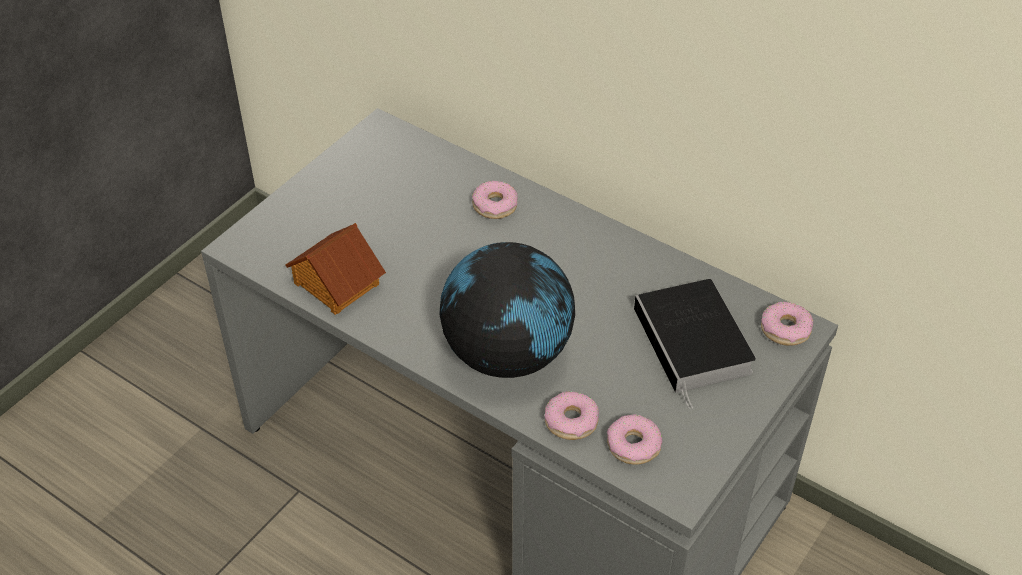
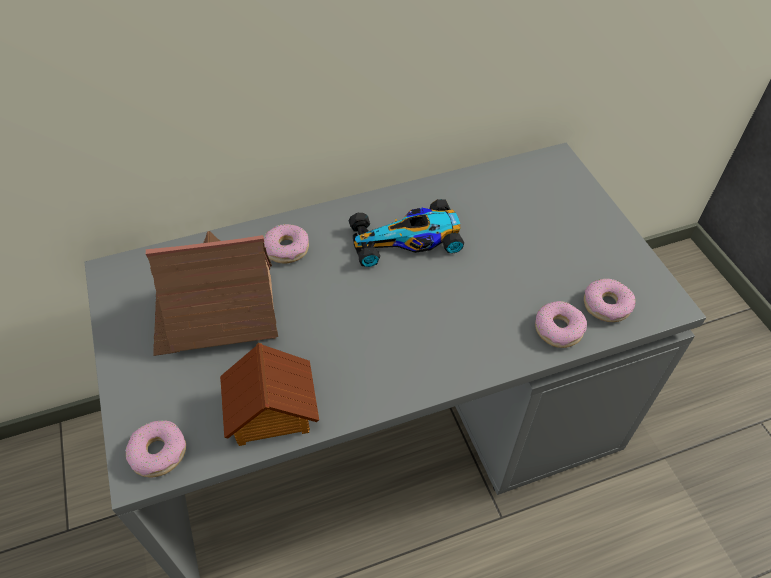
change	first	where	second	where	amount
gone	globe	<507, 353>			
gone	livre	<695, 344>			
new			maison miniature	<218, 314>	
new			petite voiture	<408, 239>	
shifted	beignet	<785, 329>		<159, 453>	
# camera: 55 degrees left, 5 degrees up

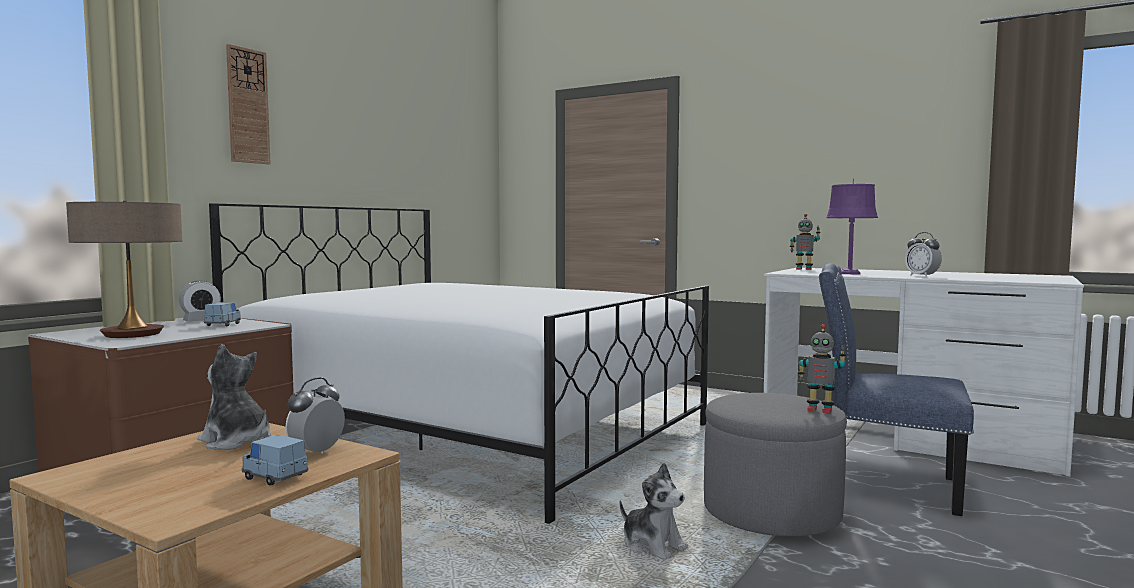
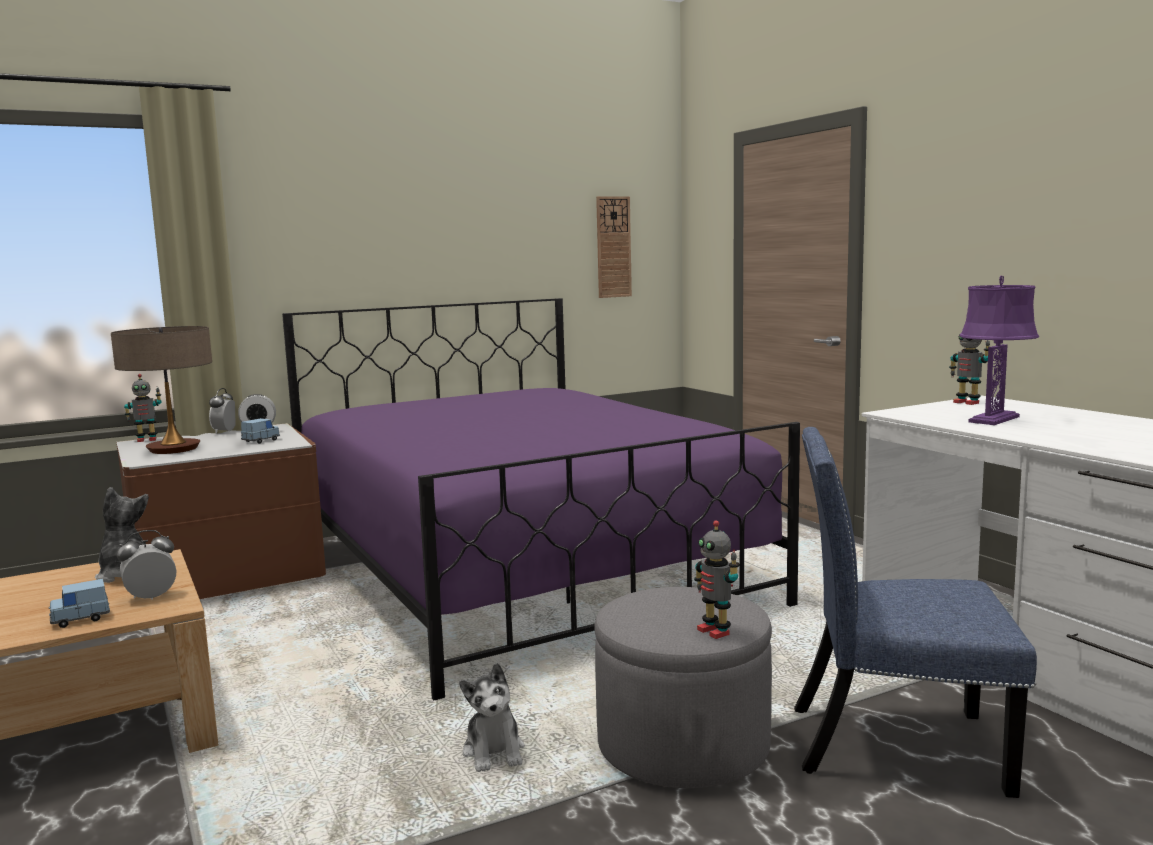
change	first	where	second	where	amount
new			robot jouet	<147, 440>	
shifted	horloge murale	<247, 106>		<613, 247>	
shifted	réveil	<922, 276>		<225, 432>	
repainted	lit [blanc]	<470, 431>	lit [violet]	<519, 570>	
rotated	petite voiture [bleu]	<275, 477>		<80, 619>	90 degrees counterclockwise
rotated	chaise [bleu]	<887, 486>		<900, 746>	45 degrees counterclockwise
# camera: 30 degrees right, 5 degrees up

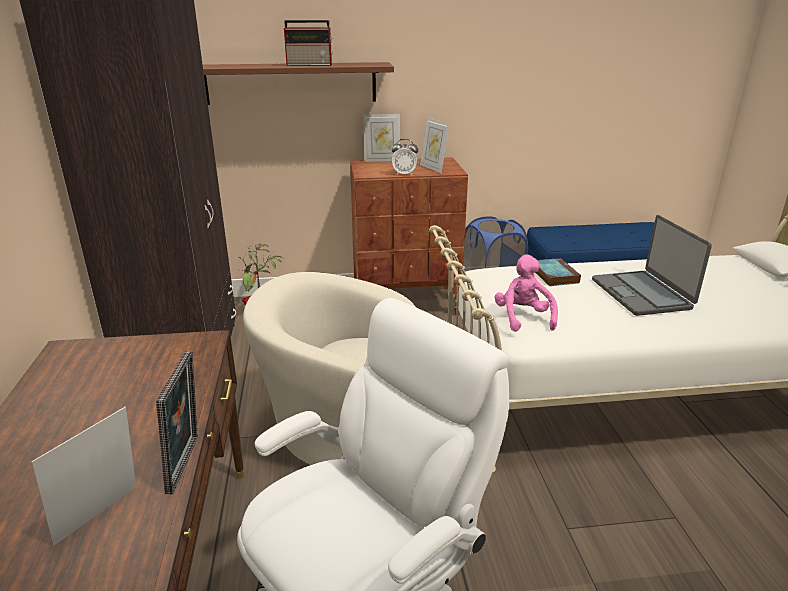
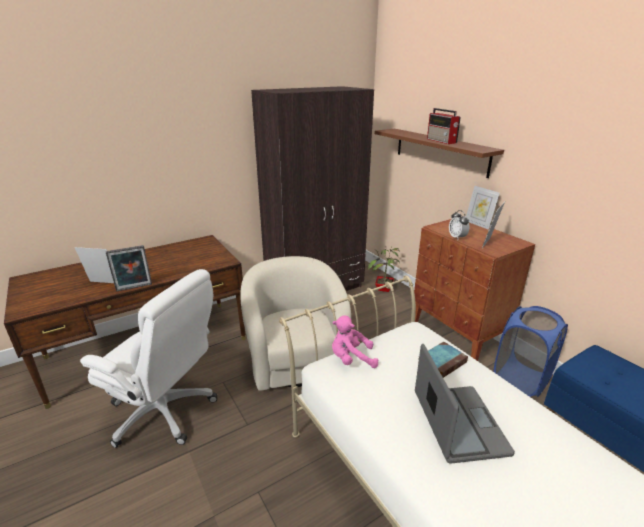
change	first	where	second	where	amount
rotated	peluche [rose]	<523, 318>		<351, 359>	150 degrees counterclockwise
rotated	ordinateur portable	<642, 294>		<458, 423>	120 degrees clockwise
# camera: 65 degrees right, 0 degrees up

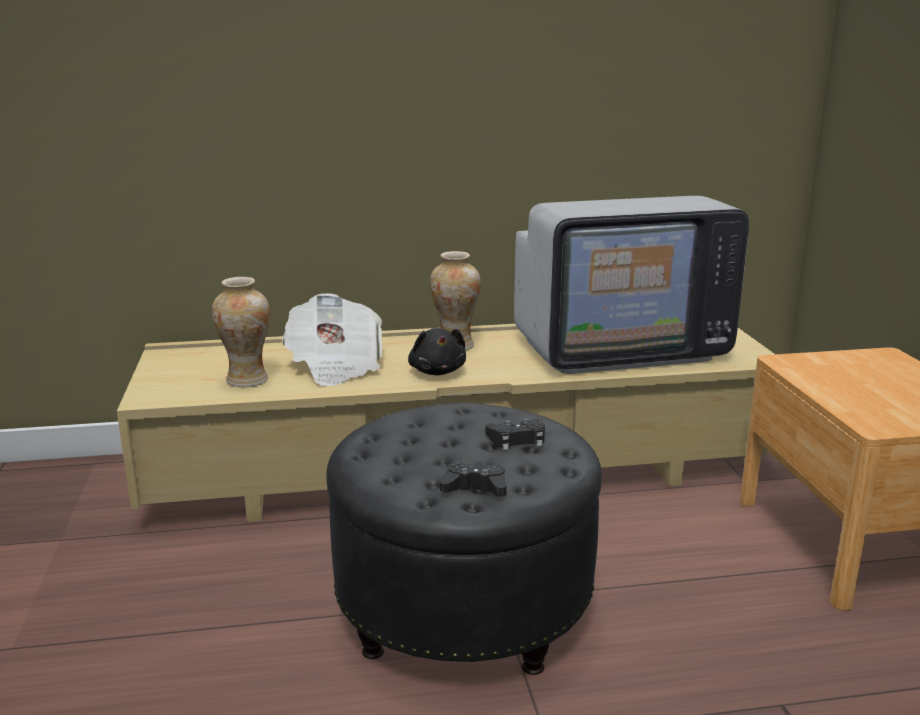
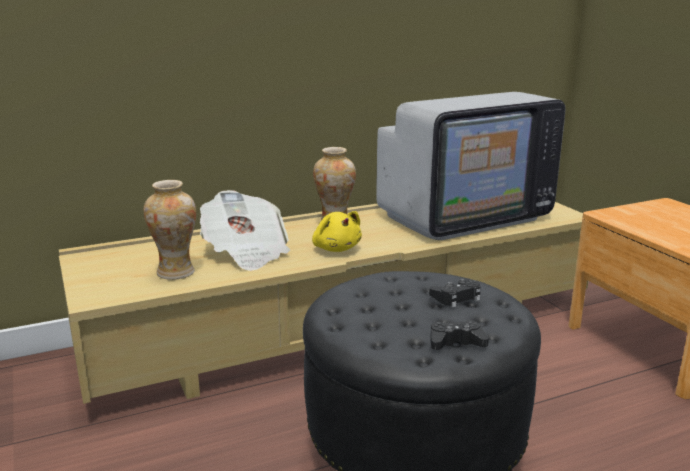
change	first	where	second	where	amount
repainted	peluche [noir]	<437, 371>	peluche [jaune]	<336, 248>	
# camera: 15 degrees left, 0 degrees up

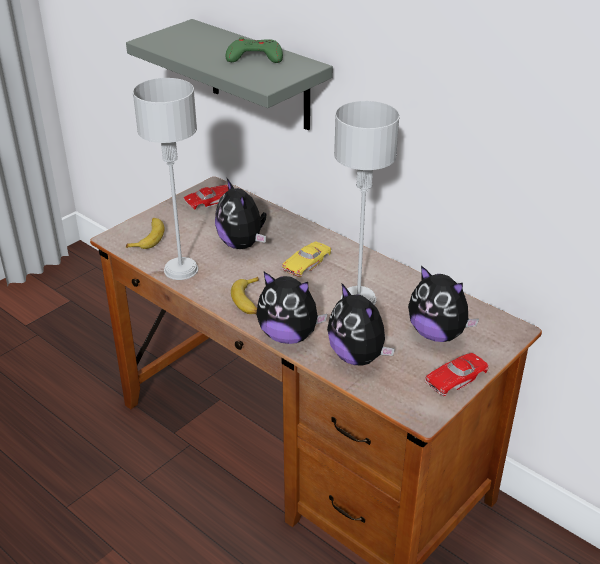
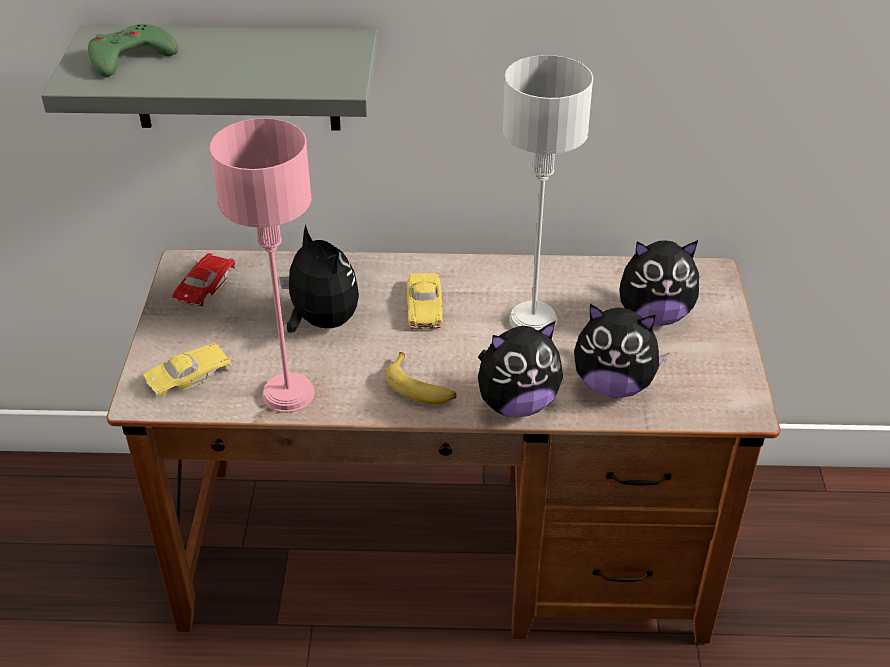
change	first	where	second	where	amount
gone	petite voiture [rouge]	<456, 377>			
shifted	manette [vert]	<254, 57>		<130, 57>	
swapped	banane	<148, 238>	petite voiture [jaune]	<188, 375>	
repainted	lampe de table [gris]	<180, 269>	lampe de table [rose]	<287, 394>	
rotated	peluche	<242, 244>		<321, 322>	150 degrees counterclockwise
# camera: 40 degrees left, 5 degrees up

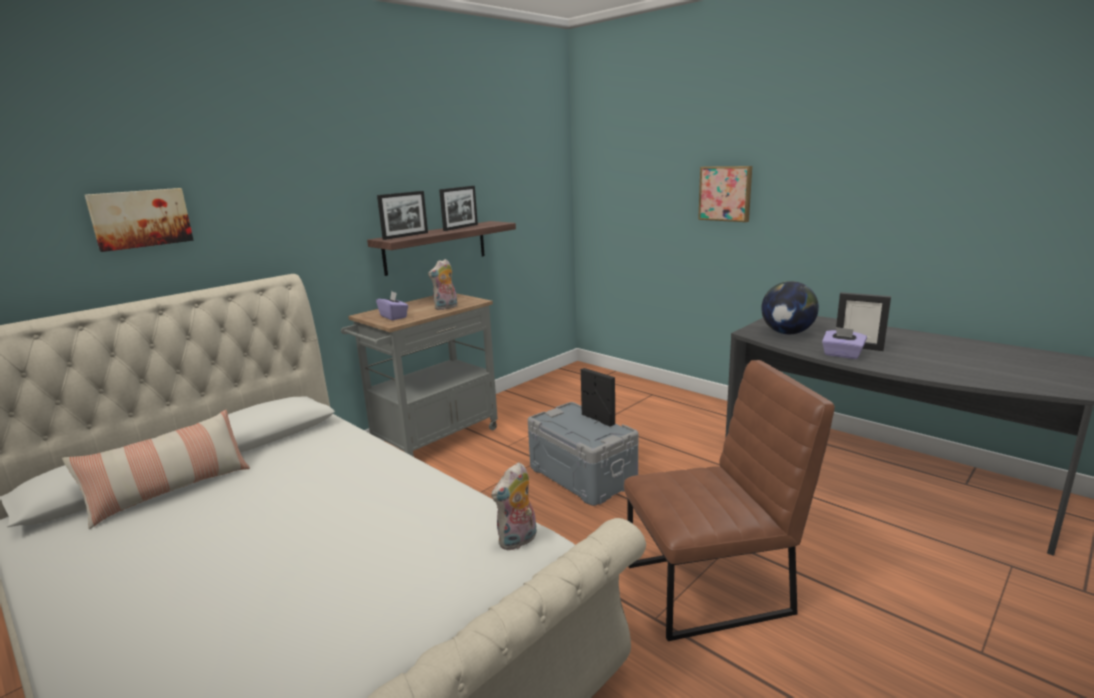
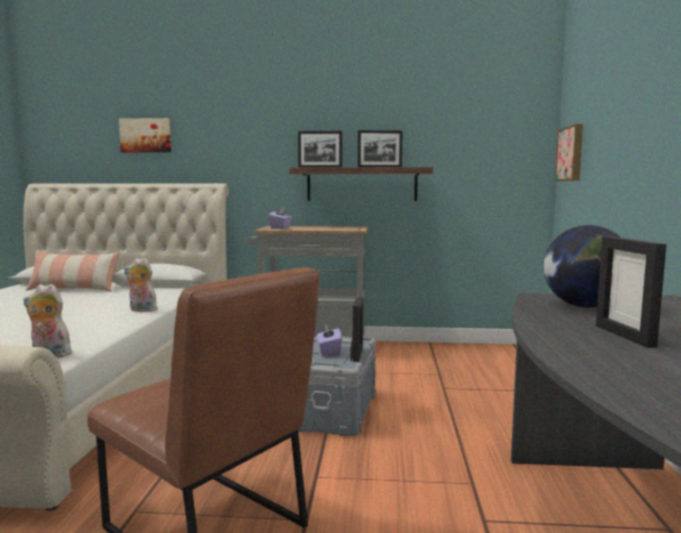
change	first	where	second	where	amount
shifted	peluche	<446, 308>		<141, 310>	
shifted	tableau	<725, 193>		<571, 154>	
shifted	boîte à mouchoirs [violet]	<842, 355>		<329, 352>	
# camera: 50 degrees right, 10 degrees down

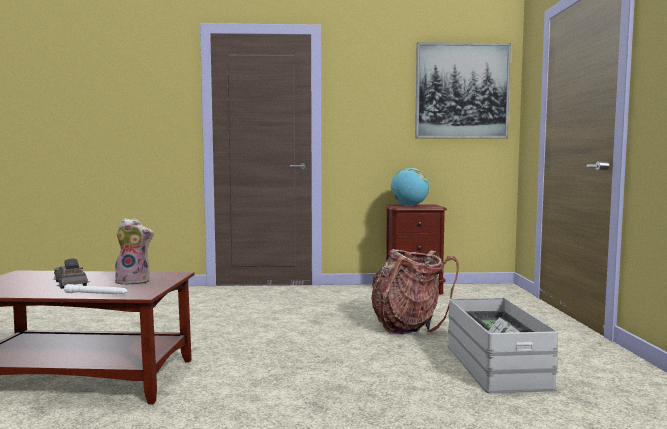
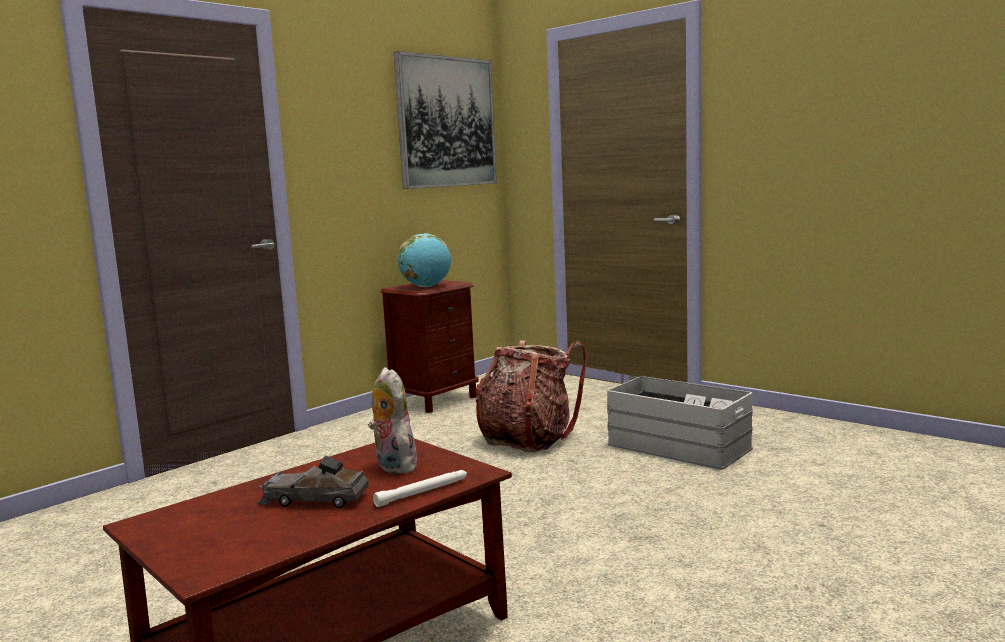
change	first	where	second	where	amount
rotated	peluche	<134, 281>		<392, 466>	75 degrees counterclockwise
# camera: 45 degrees left, 5 degrees up

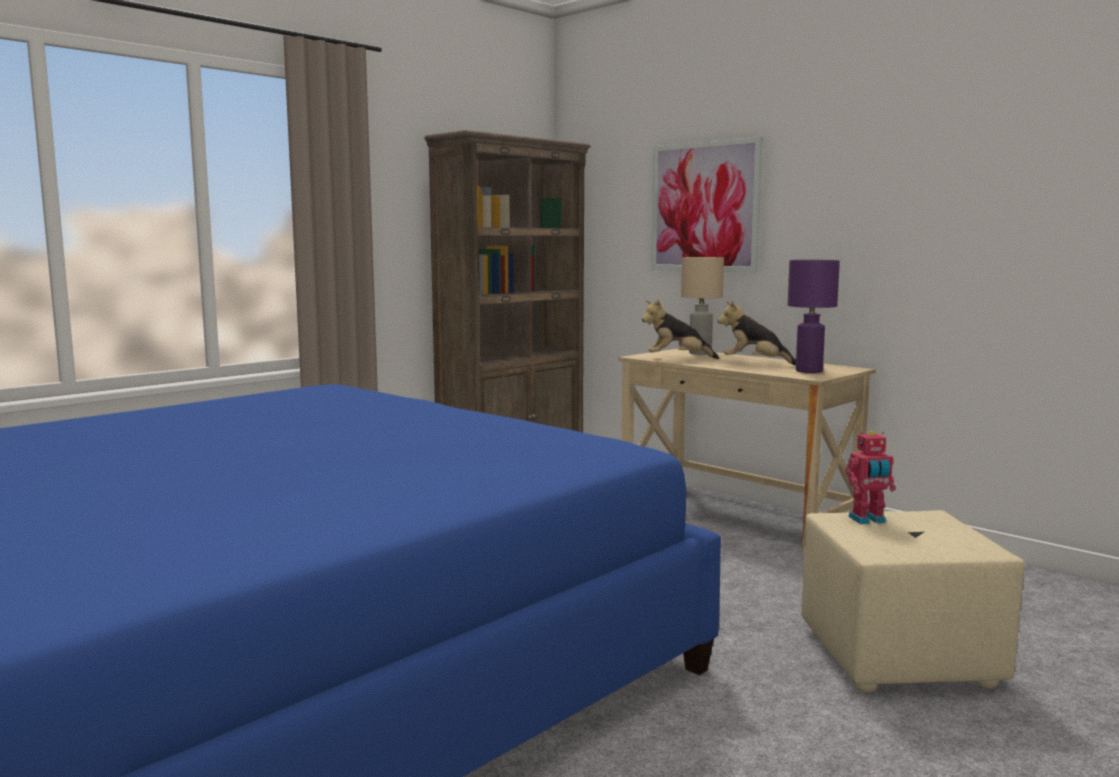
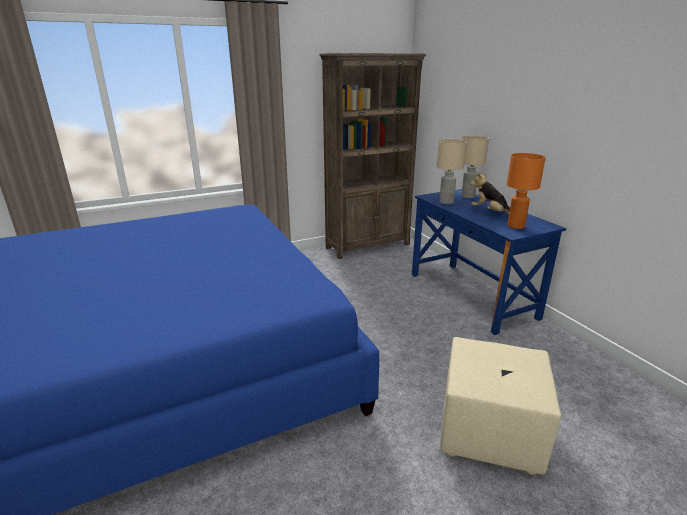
change	first	where	second	where	amount
gone	tableau	<704, 207>			
gone	robot jouet	<868, 520>			
swapped	peluche	<677, 359>	lampe de table [beige]	<446, 202>	
repainted	bureau [beige]	<736, 514>	bureau [bleu]	<471, 295>	
repainted	lampe de table [violet]	<809, 371>	lampe de table [orange]	<516, 226>	
# camera: 20 degrees right, 15 degrees up

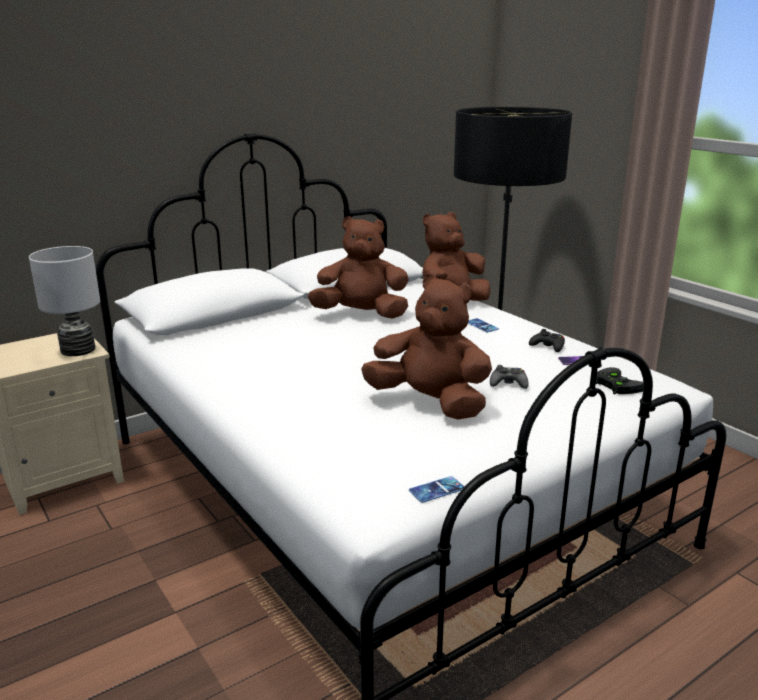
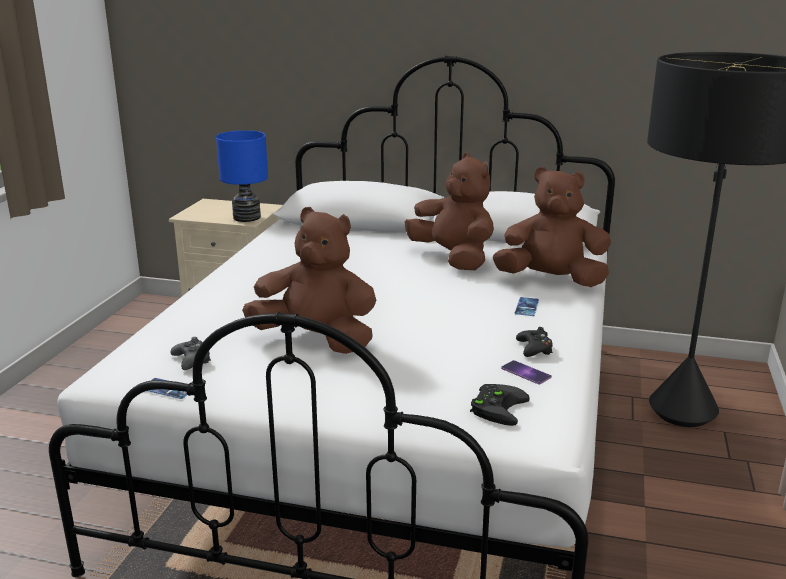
change	first	where	second	where	amount
shifted	manette [noir]	<508, 383>		<192, 360>	
repainted	lampe de table [gris]	<78, 350>	lampe de table [bleu]	<246, 218>	
rotated	peluche [marron]	<430, 403>		<316, 340>	60 degrees counterclockwise
# camera: 50 degrees right, 0 degrees up

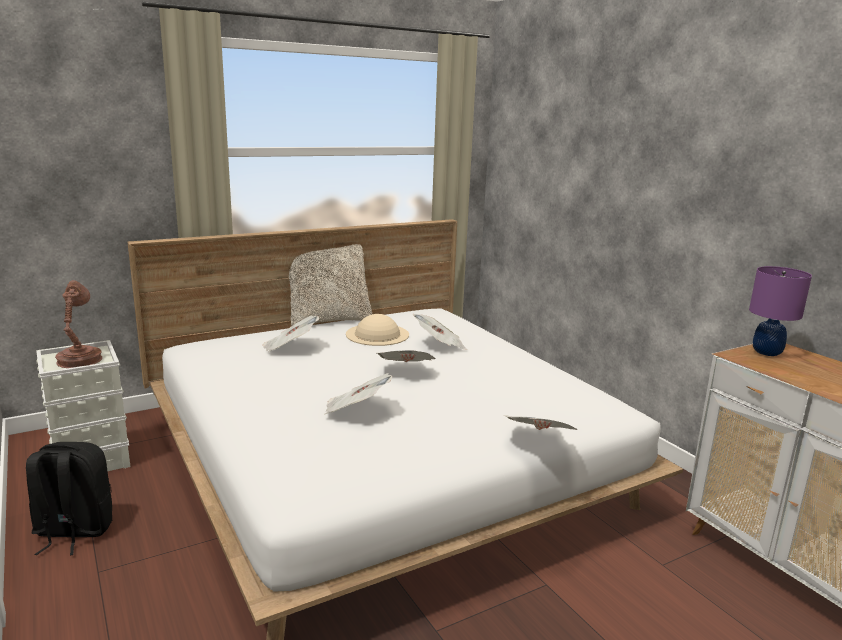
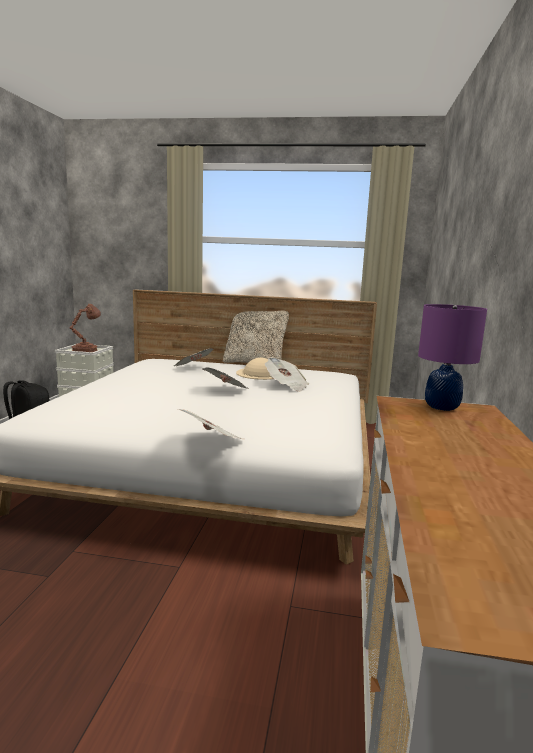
change	first	where	second	where	amount
gone	journal	<356, 410>			
# camera: 40 degrees right, 5 degrees down

